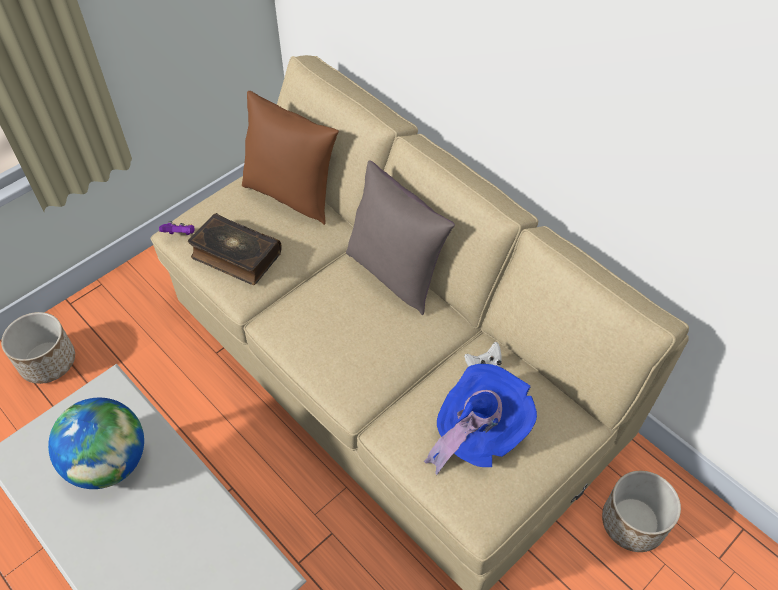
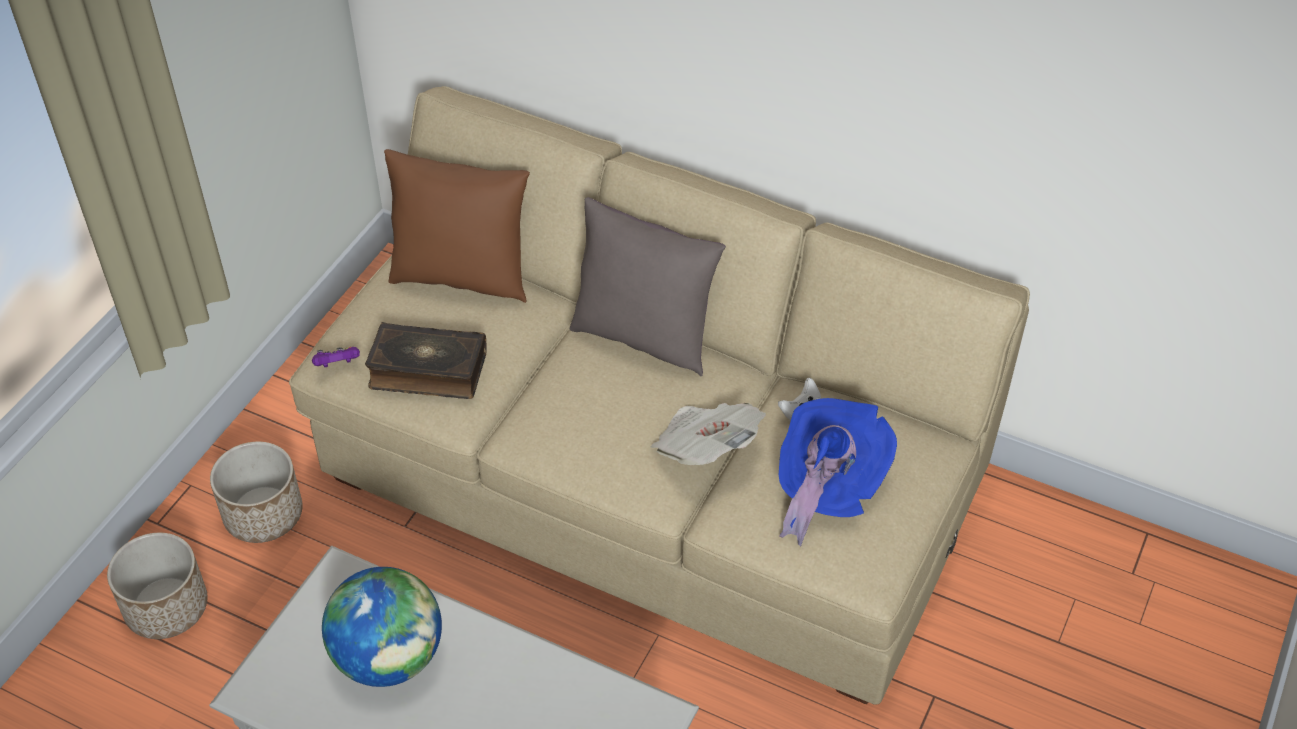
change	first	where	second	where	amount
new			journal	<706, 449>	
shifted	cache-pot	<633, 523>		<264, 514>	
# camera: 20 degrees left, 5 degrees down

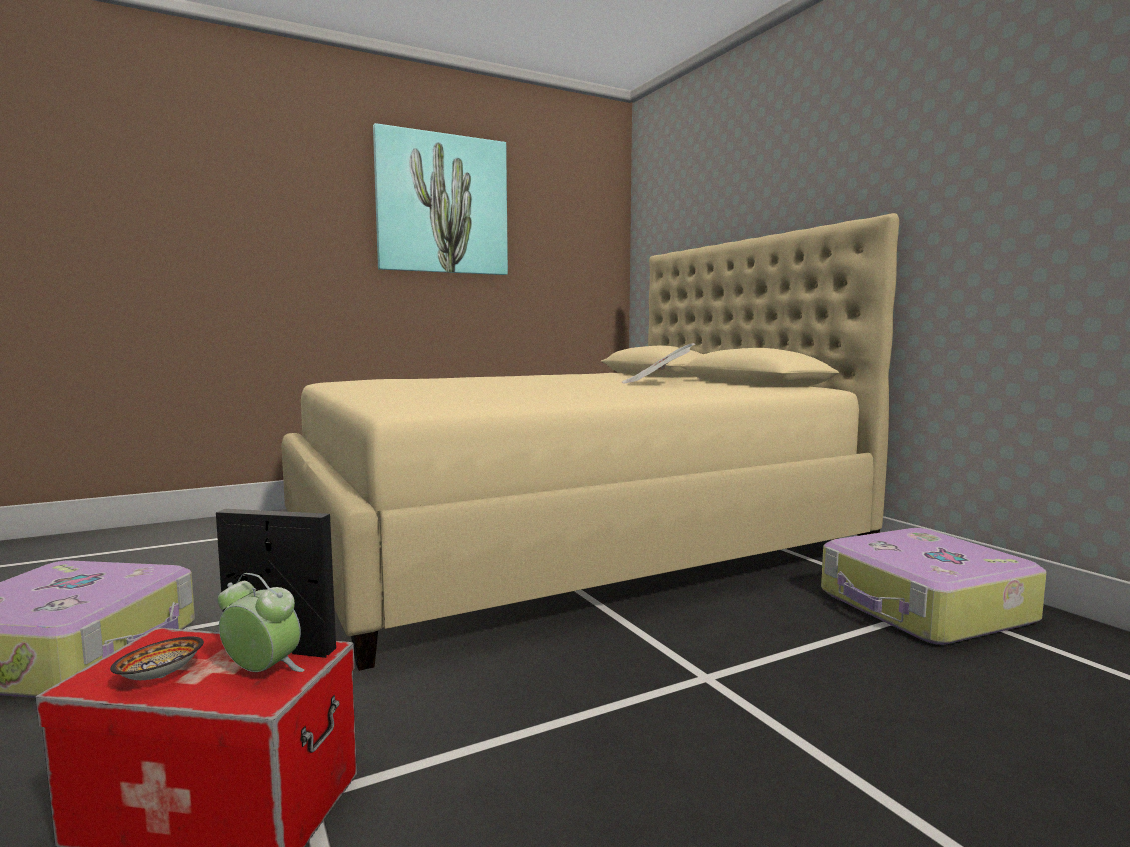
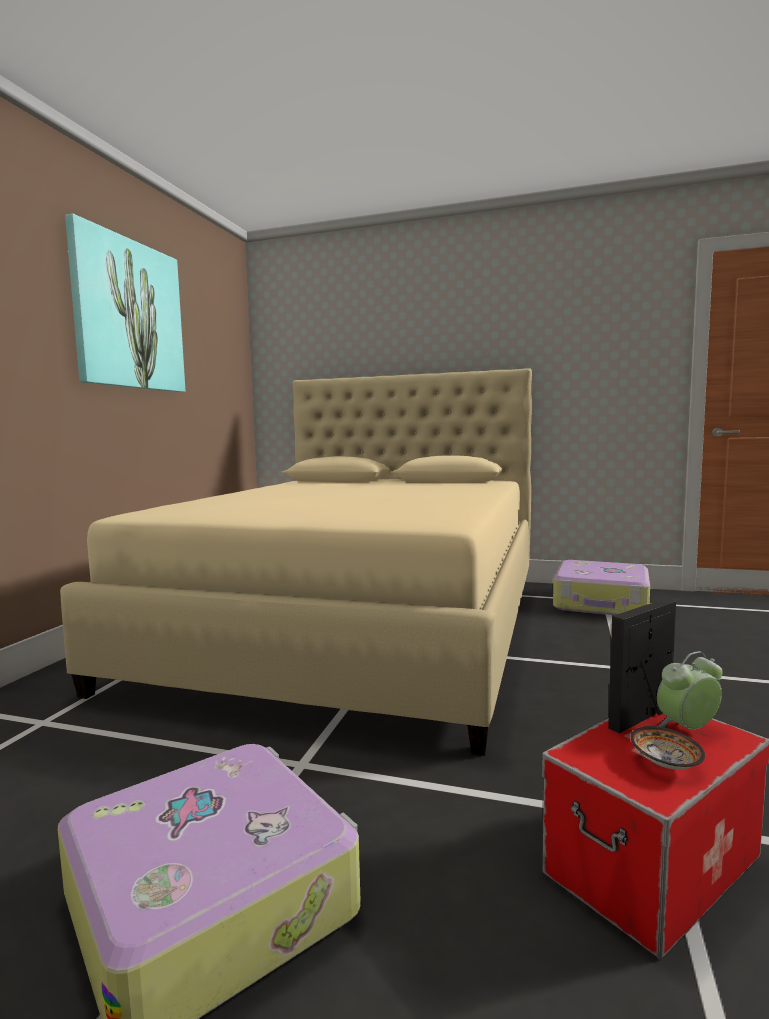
change	first	where	second	where	amount
gone	journal	<657, 383>			
# camera: 45 degrees left, 0 degrees up

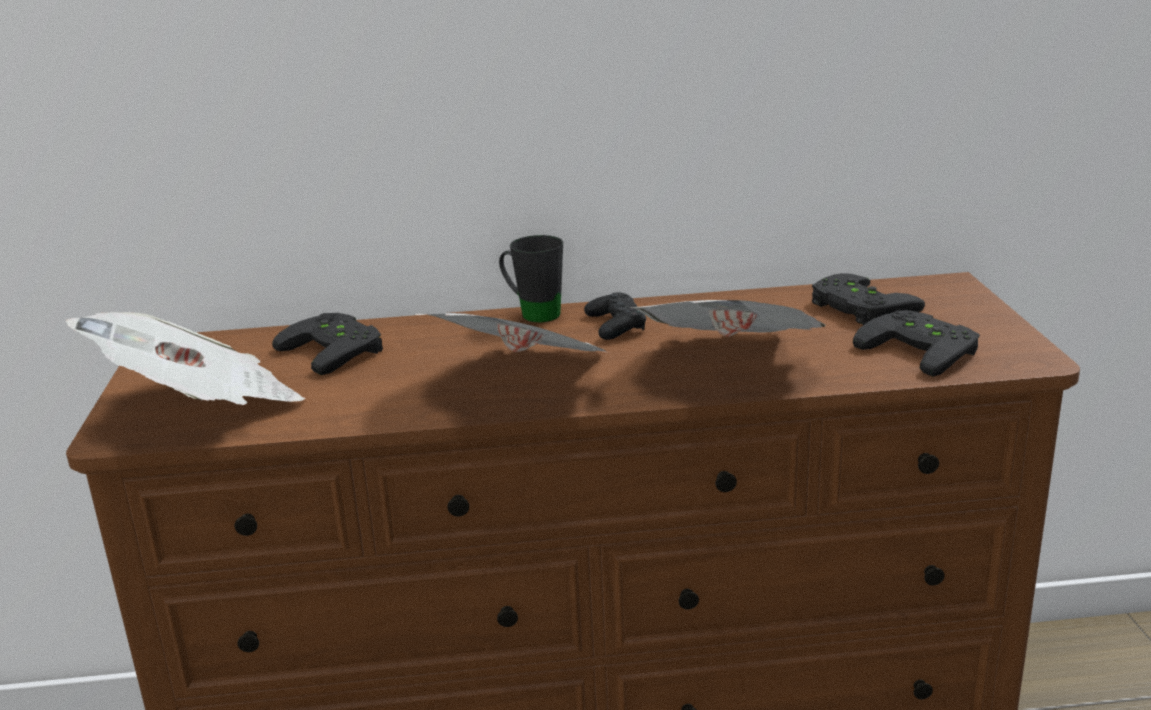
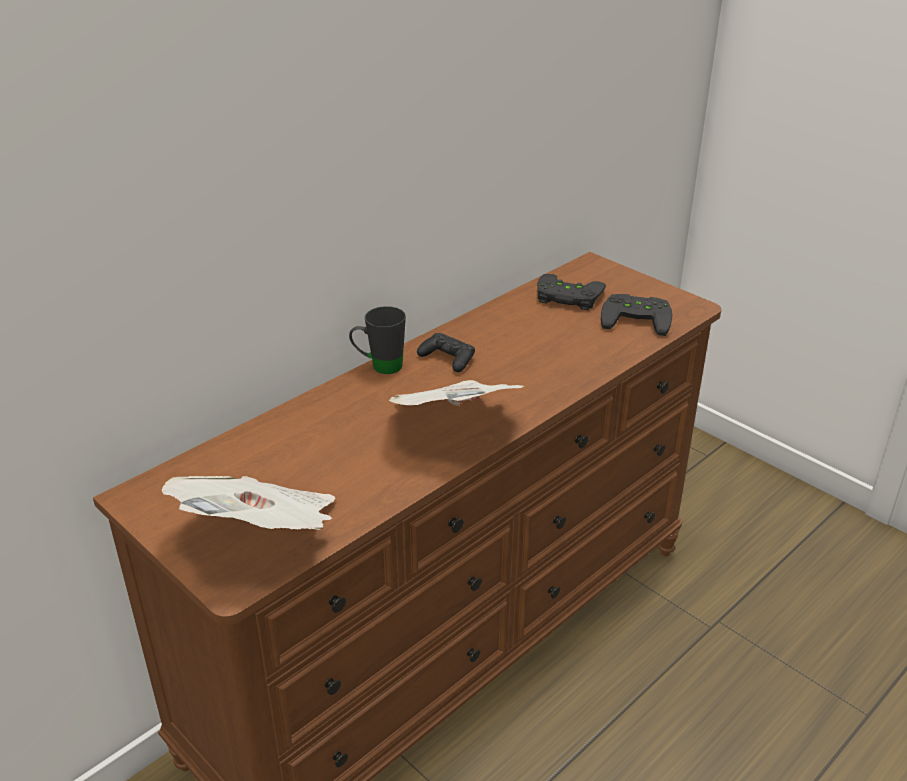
change	first	where	second	where	amount
gone	manette [noir]	<338, 349>			
gone	journal	<729, 366>			
# camera: 40 degrees left, 10 degrees up

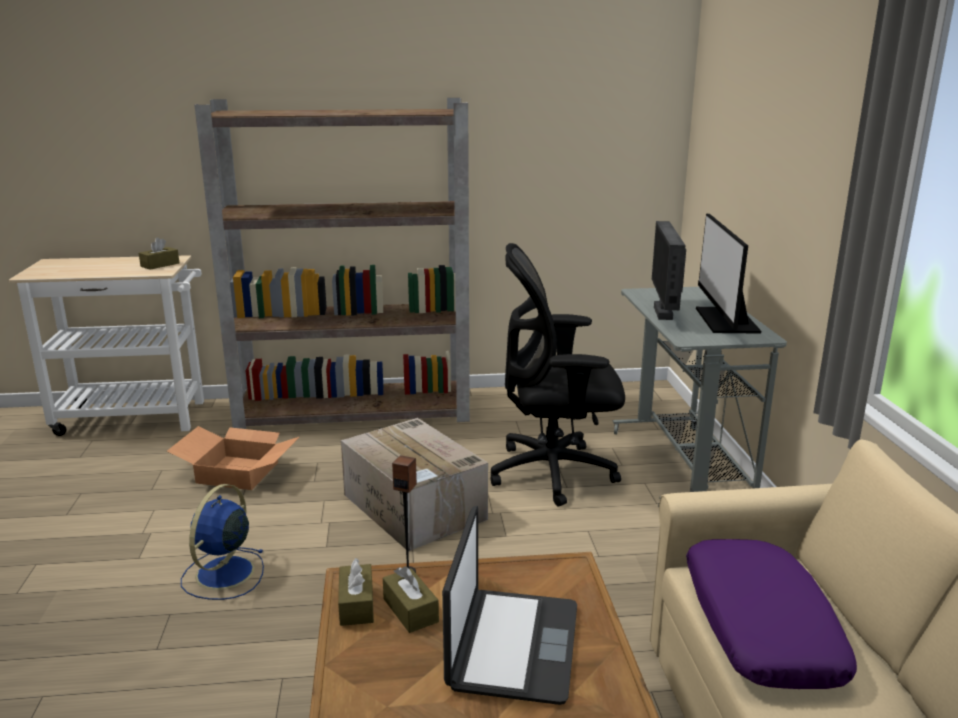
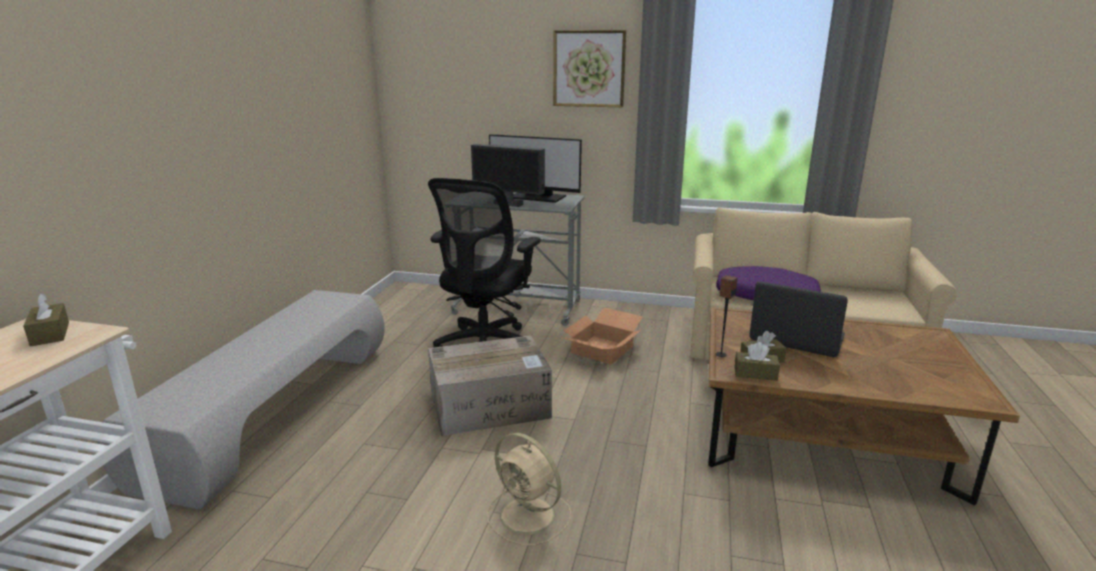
change	first	where	second	where	amount
new			tableau	<589, 69>	
shifted	carton	<239, 472>		<601, 349>	
swapped	bibliothèque [marron]	<354, 410>	banc [gris]	<273, 409>	
repainted	ventilateur [bleu]	<223, 574>	ventilateur [beige]	<529, 516>	
# camera: 70 degrees left, 0 degrees up

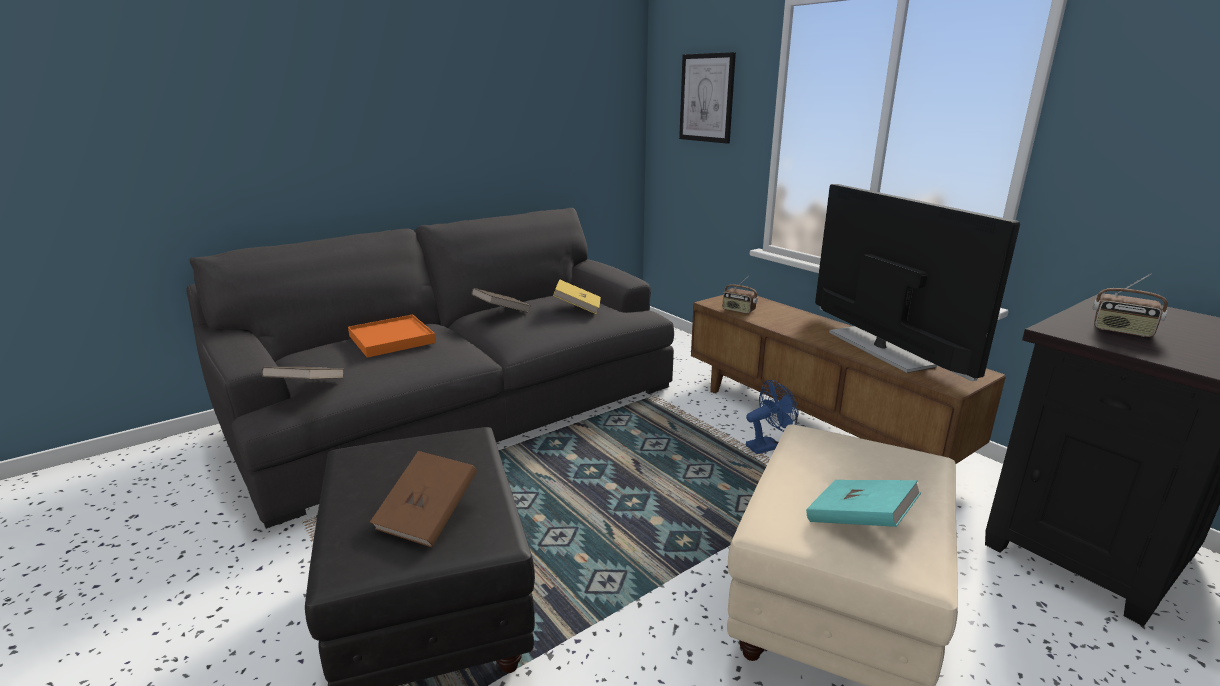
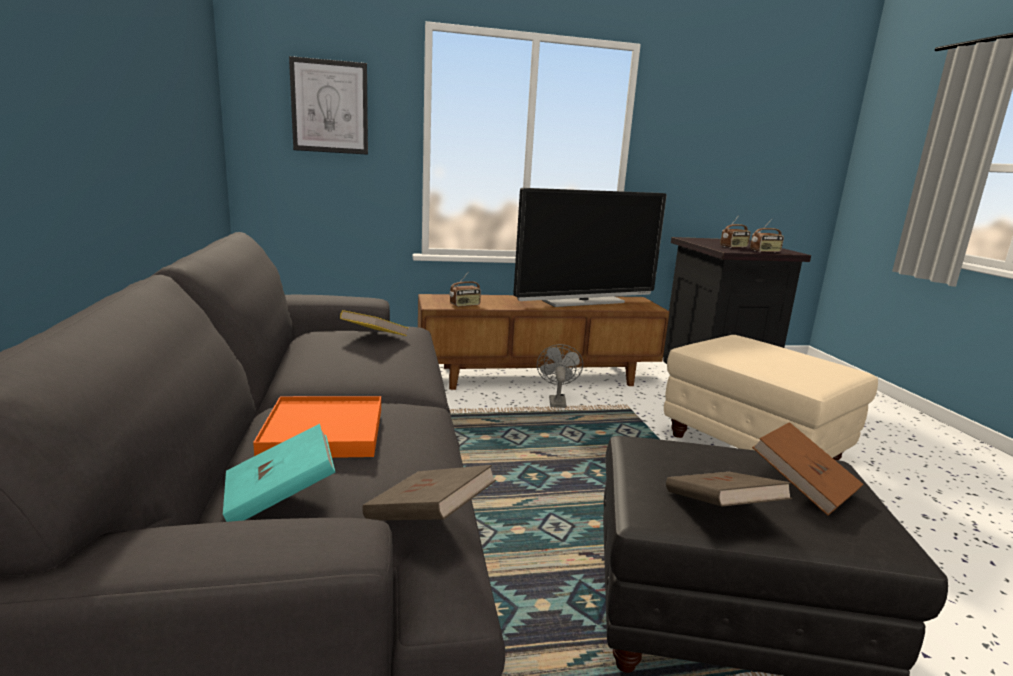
change	first	where	second	where	amount
new			radio	<765, 251>	
shifted	livre [marron]	<501, 312>		<720, 510>	
shifted	livre [turquoise]	<859, 522>		<280, 497>	
repainted	ventilateur [bleu]	<768, 445>	ventilateur [gris]	<556, 400>	
rotated	téléviseur	<880, 348>		<583, 301>	150 degrees clockwise
# camera: 65 degrees left, 5 degrees down

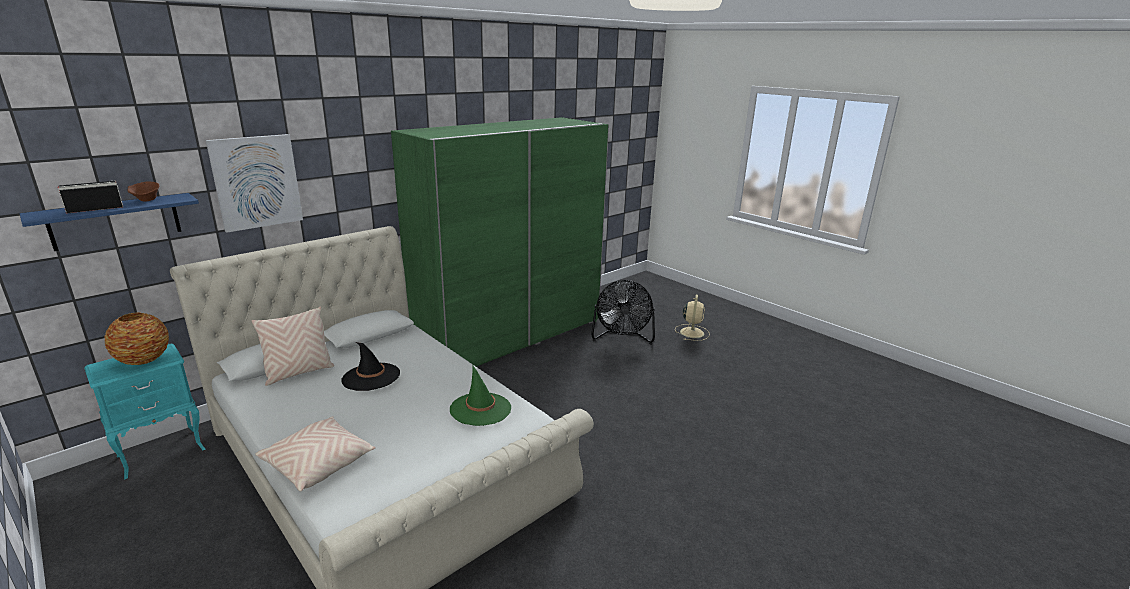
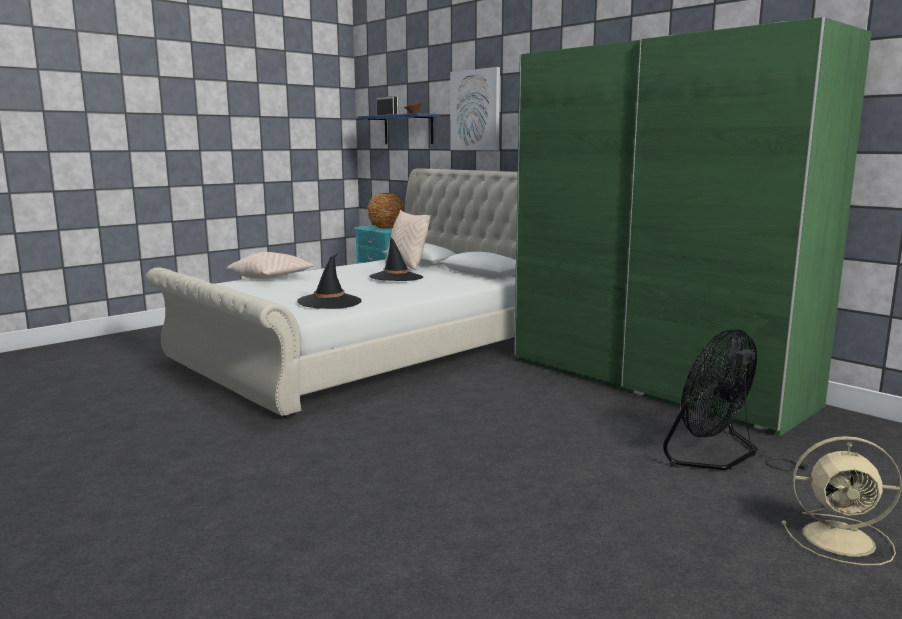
change	first	where	second	where	amount
repainted	chapeau [vert]	<480, 409>	chapeau [noir]	<329, 302>	
rotated	ventilateur [noir]	<620, 337>		<727, 455>	45 degrees clockwise
# camera: 90 degrees right, 10 degrees down

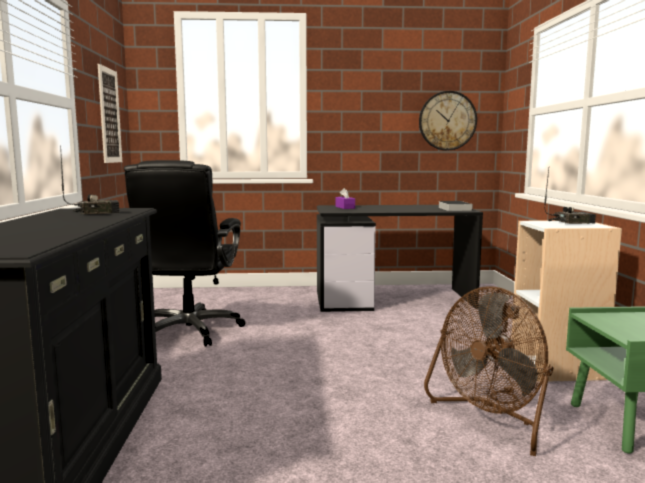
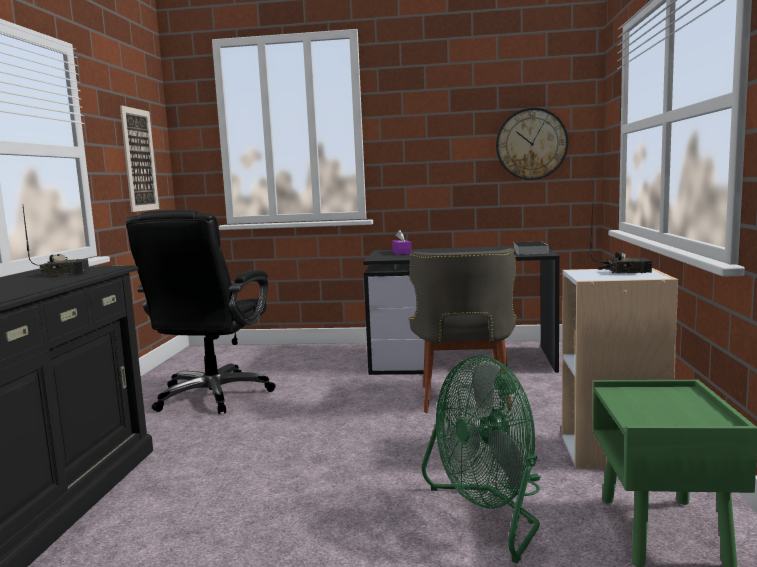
change	first	where	second	where	amount
new			chaise [gris]	<464, 398>	
repainted	ventilateur [marron]	<491, 417>	ventilateur [vert]	<492, 511>	
# camera: 10 degrees right, 0 degrees up

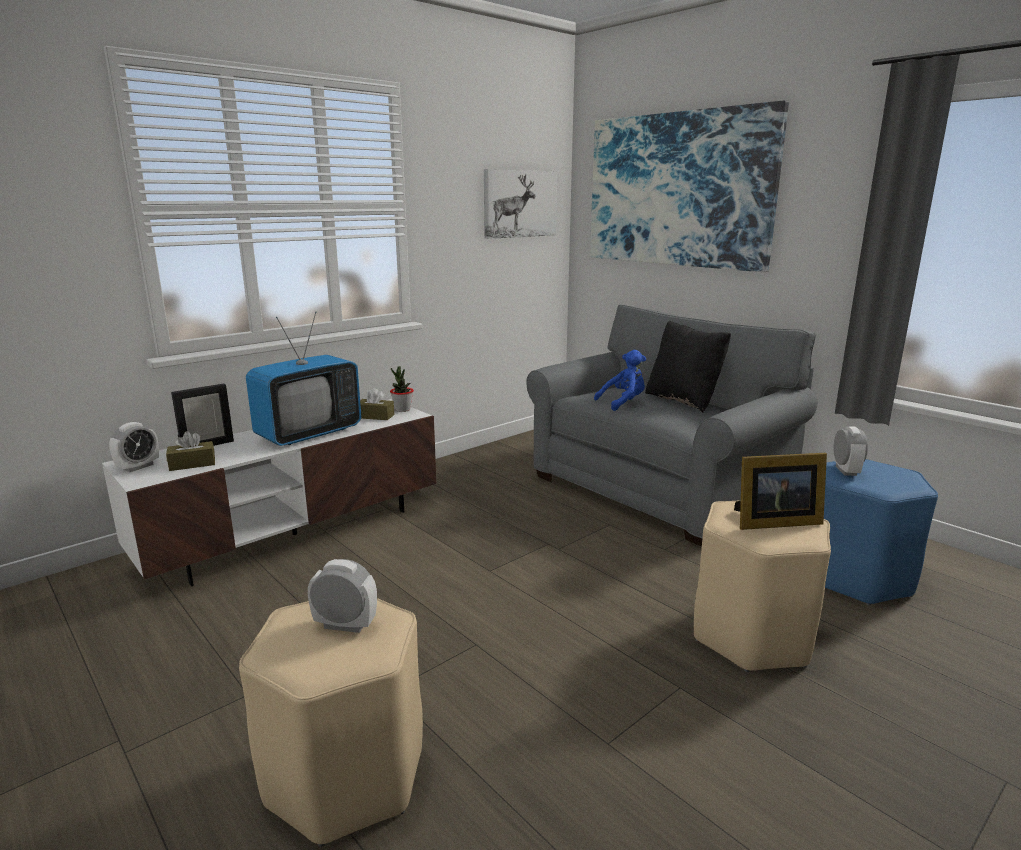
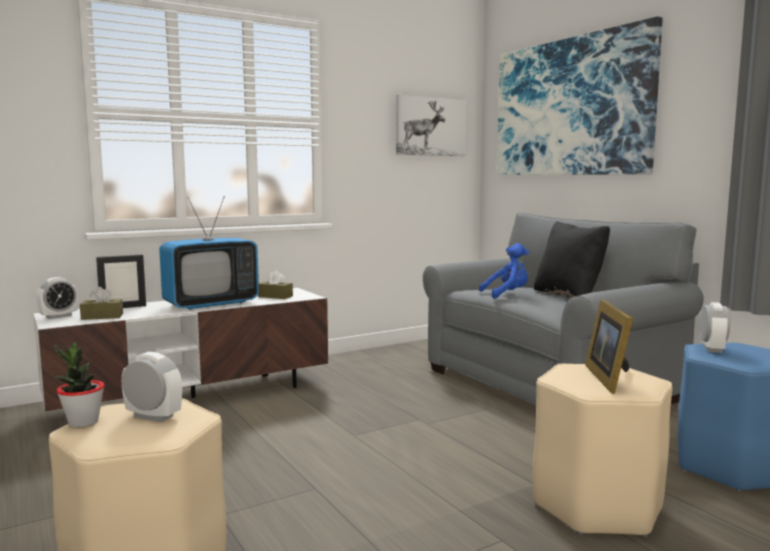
change	first	where	second	where	amount
shifted	plante en pot	<402, 409>		<83, 422>	
rotated	cadre photo	<773, 521>		<609, 378>	90 degrees clockwise
# camera: 10 degrees right, 10 degrees down

